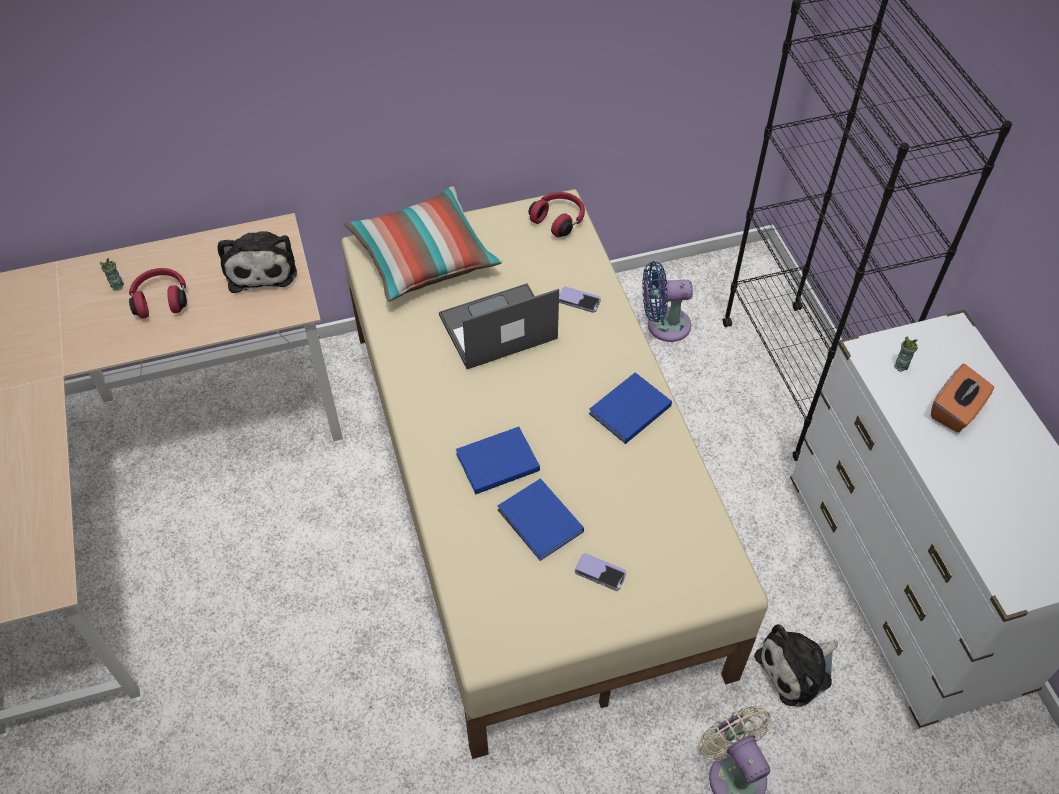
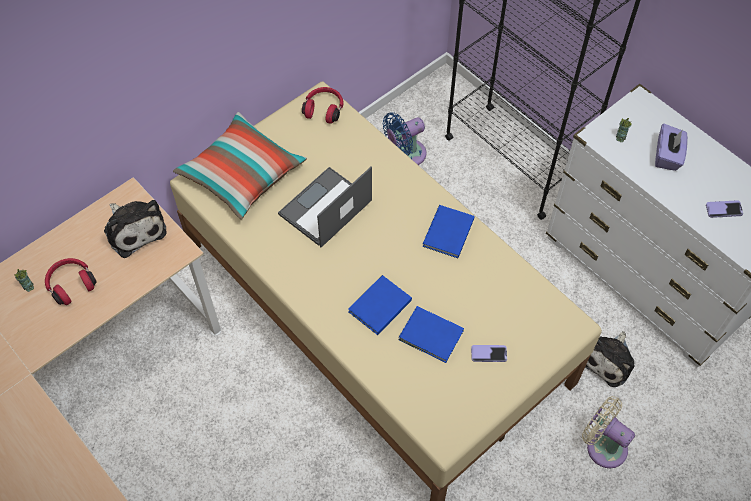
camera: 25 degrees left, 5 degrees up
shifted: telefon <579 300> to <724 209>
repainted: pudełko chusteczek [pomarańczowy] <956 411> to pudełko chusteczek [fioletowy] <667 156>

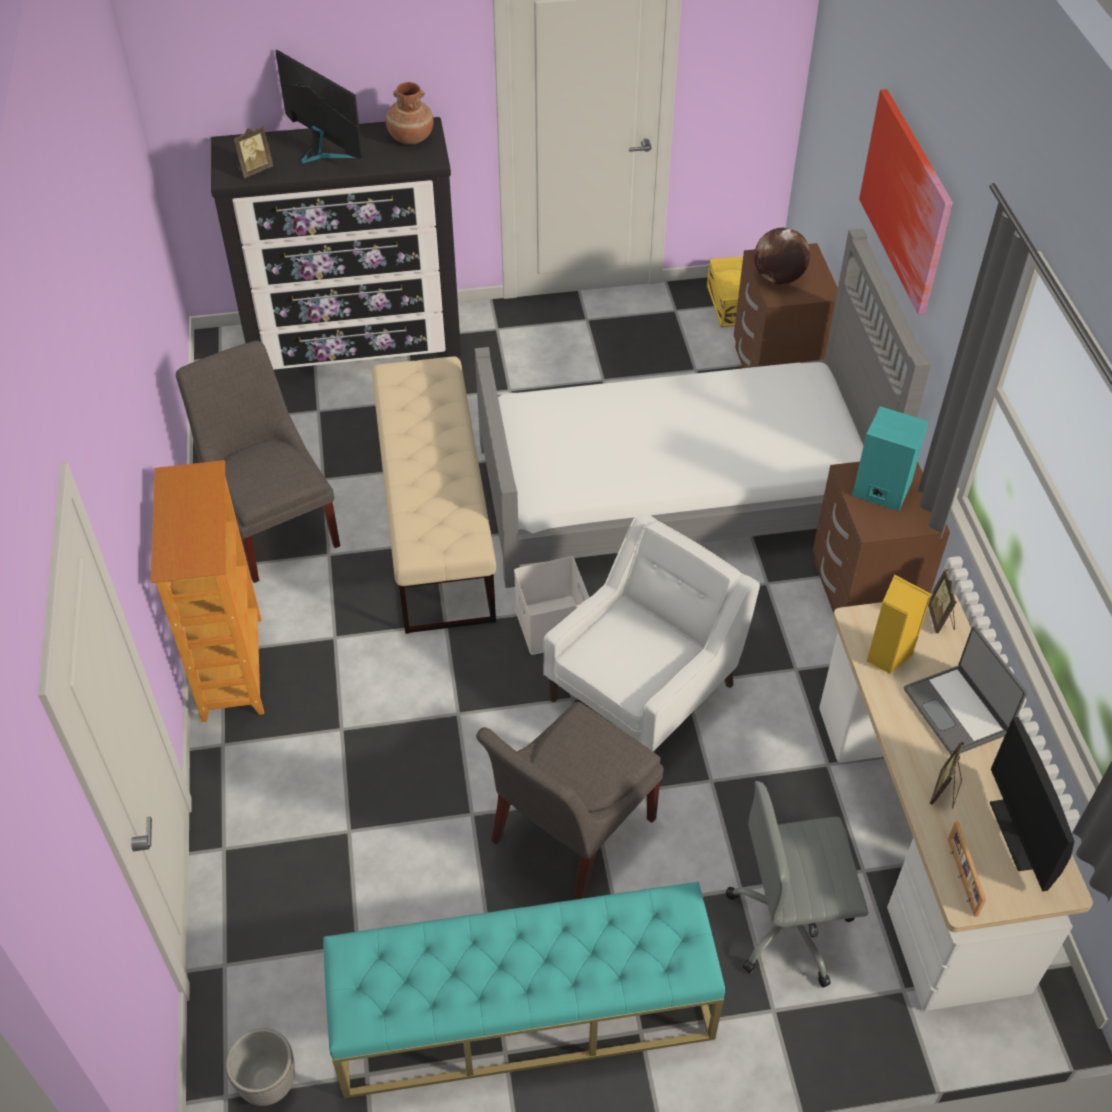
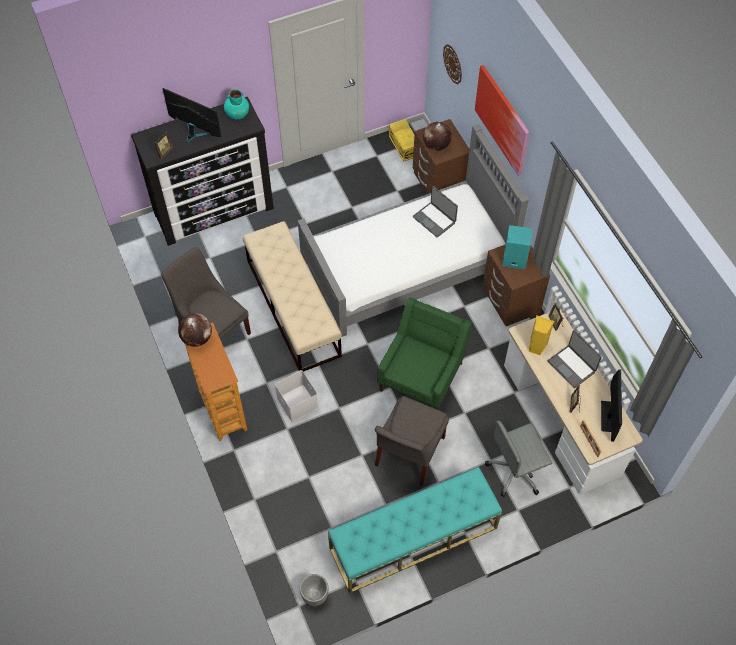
camera: 15 degrees left, 10 degrees up
new: zegar ścienny <453 64>; laptop <434 219>; globus <197 338>
shifted: pojemnik do przechowywania [biały] <550 624> to <296 403>
repainted: wazon [brązowy] <410 138> to wazon [turkusowy] <237 114>; fotel [biały] <644 690> to fotel [zielony] <422 375>
rotated: monitor <1020 833> = <608 416> 150 degrees counterclockwise

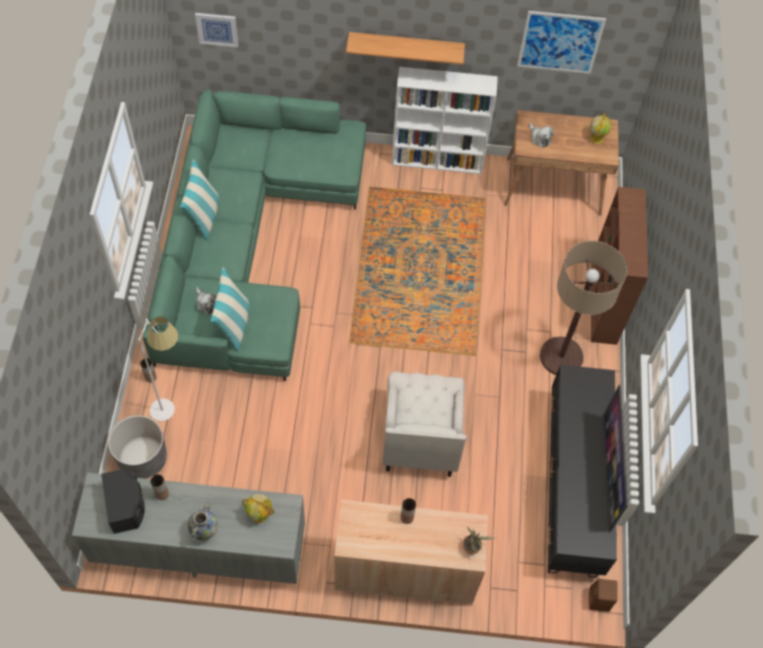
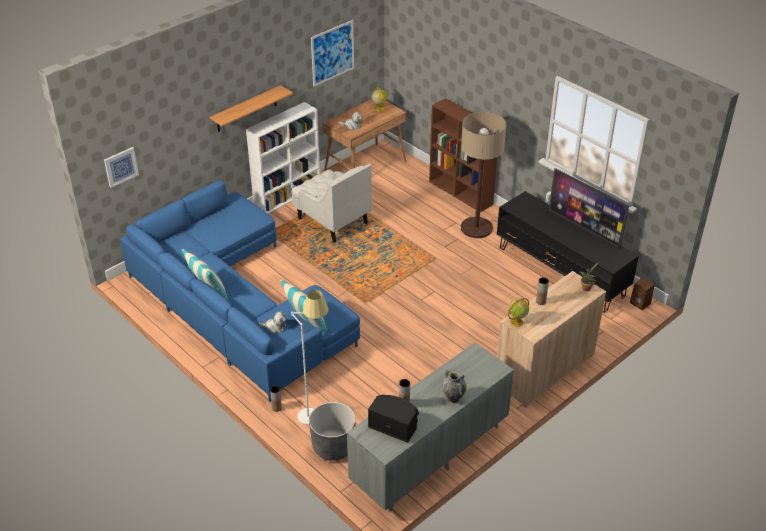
camera: 45 degrees left, 20 degrees down
shifted: fotel [biały] <420 436> to <332 221>; globus <260 515> to <517 321>
repainted: kanapa [zielony] <248 241> to kanapa [niebieski] <235 304>

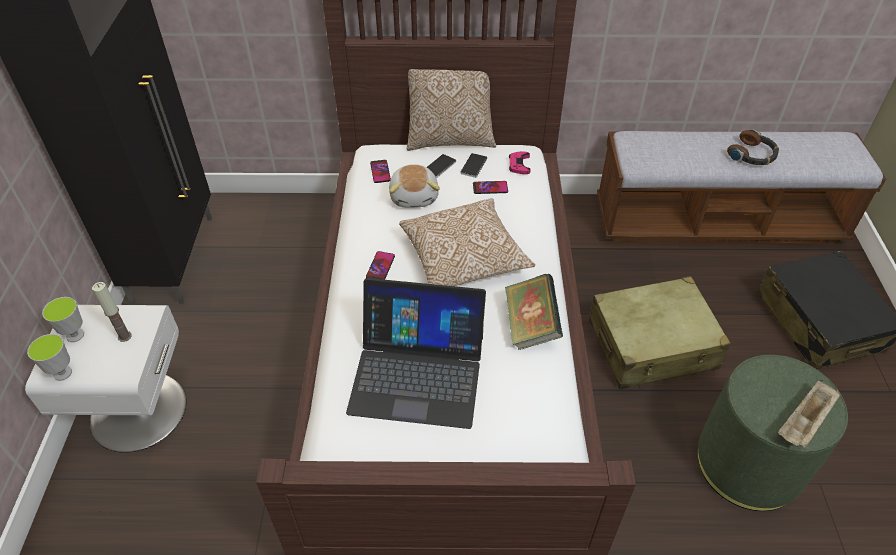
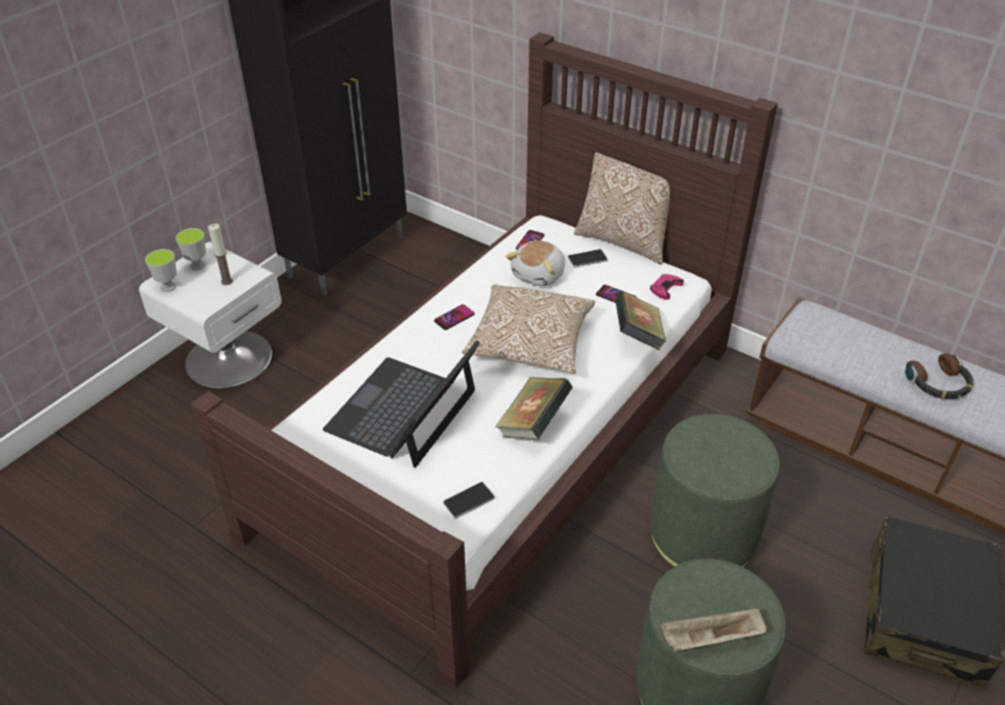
camera: 35 degrees right, 5 degrees down
new: książka <638 336>
shifted: telefon <473 166> to <469 501>
swapped: walizka [beżowy] <652 345> to pufa [zielony] <703 534>
rotated: laptop <417 373> = <403 411> 75 degrees clockwise

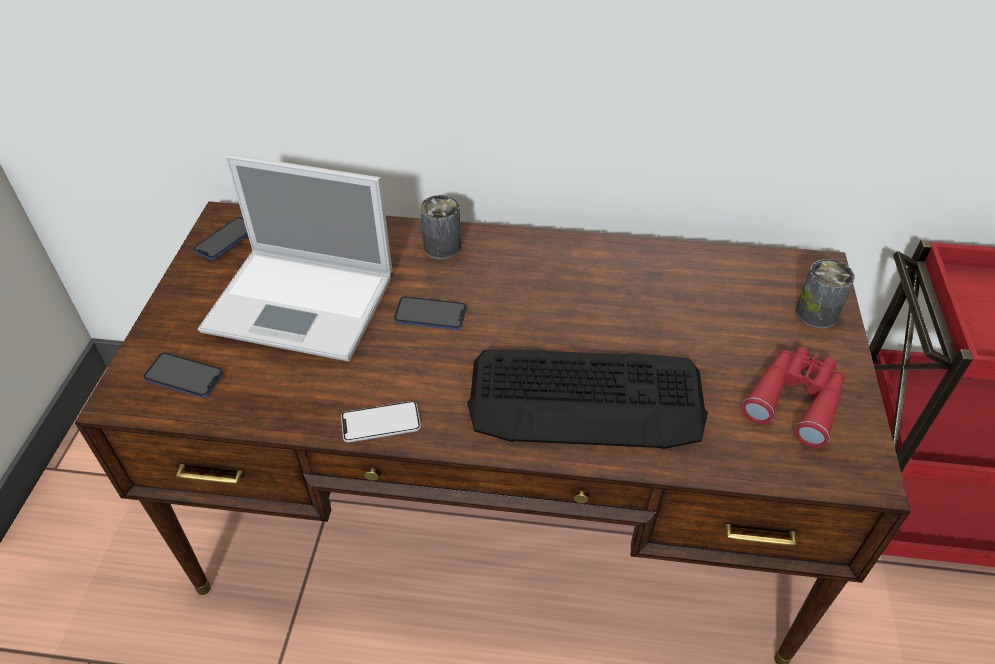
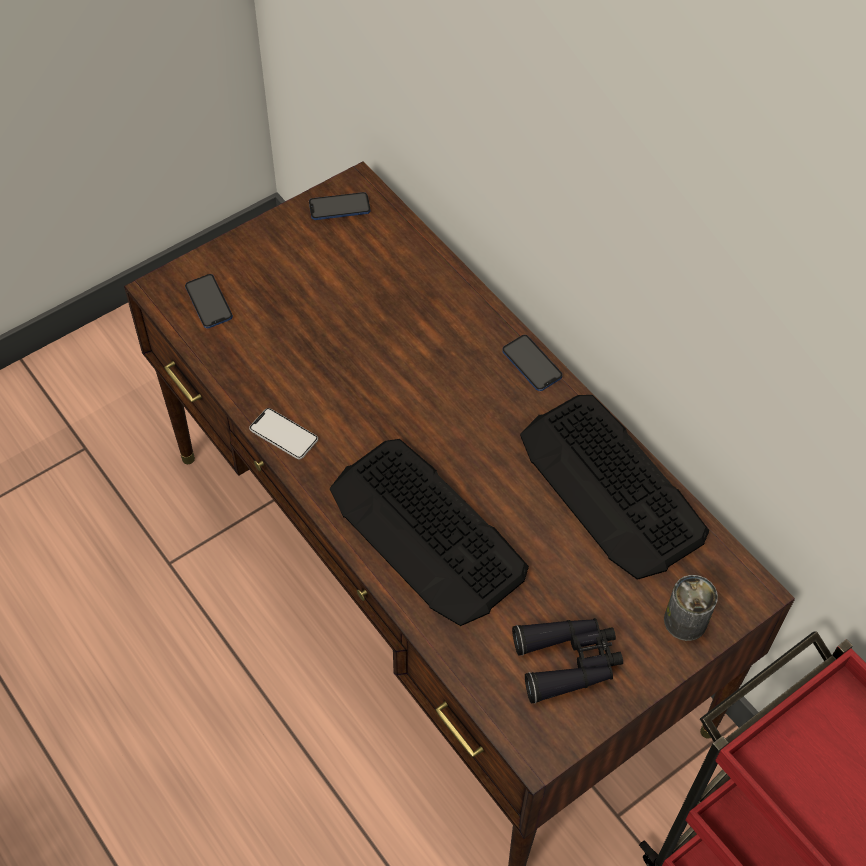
camera: 45 degrees right, 10 degrees up
gone: laptop <303 303>; puszka <442 247>
new: klawiatura <611 487>
shifted: telefon <430 314> to <531 364>
repainted: lornetka [czerwony] <795 400> to lornetka [czarny] <568 661>

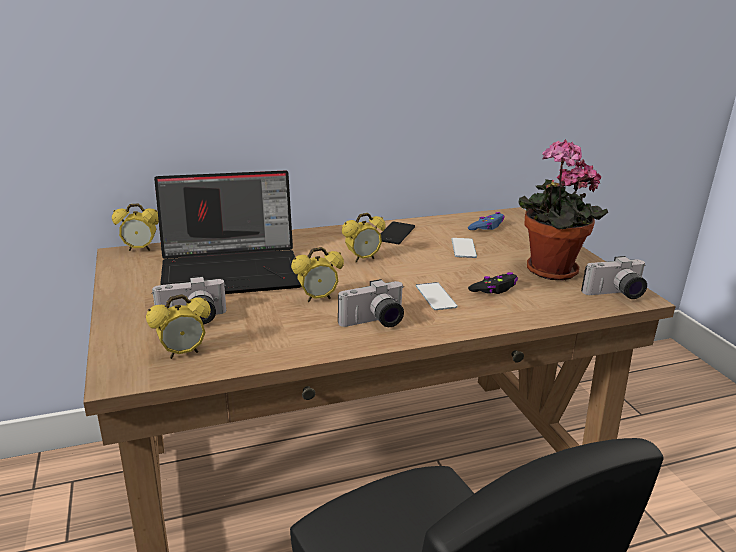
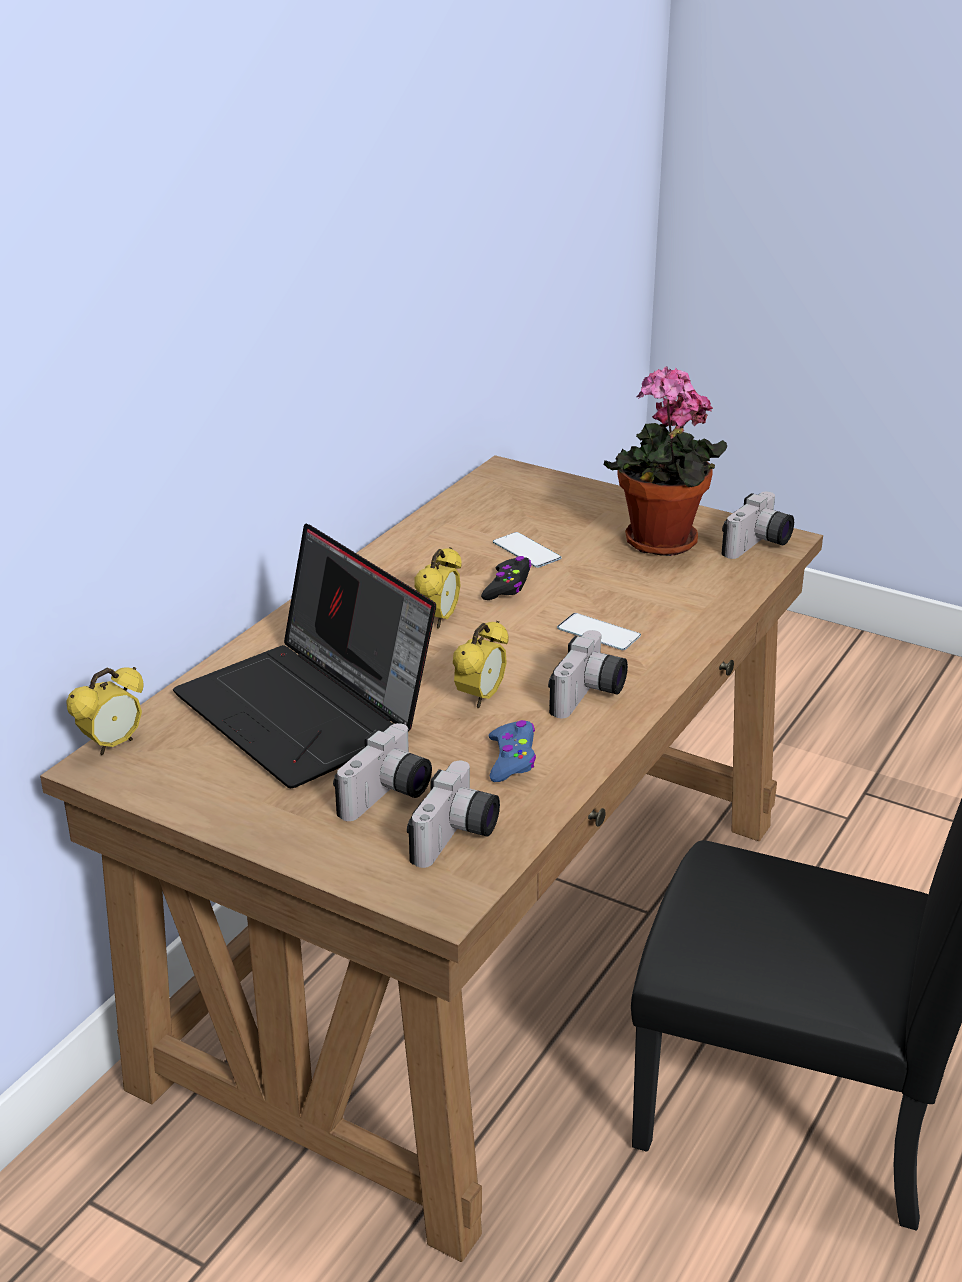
camera: 40 degrees left, 5 degrees up
gone: telefon <395 233>
shifted: pad do gier [niebieski] <486 227> to <512 759>; pad do gier [czarny] <494 289> to <507 586>
swapped: budzik <183 353> to aparat fotograficzny <457 838>
rotated: laptop <233 270> = <308 712> 105 degrees clockwise

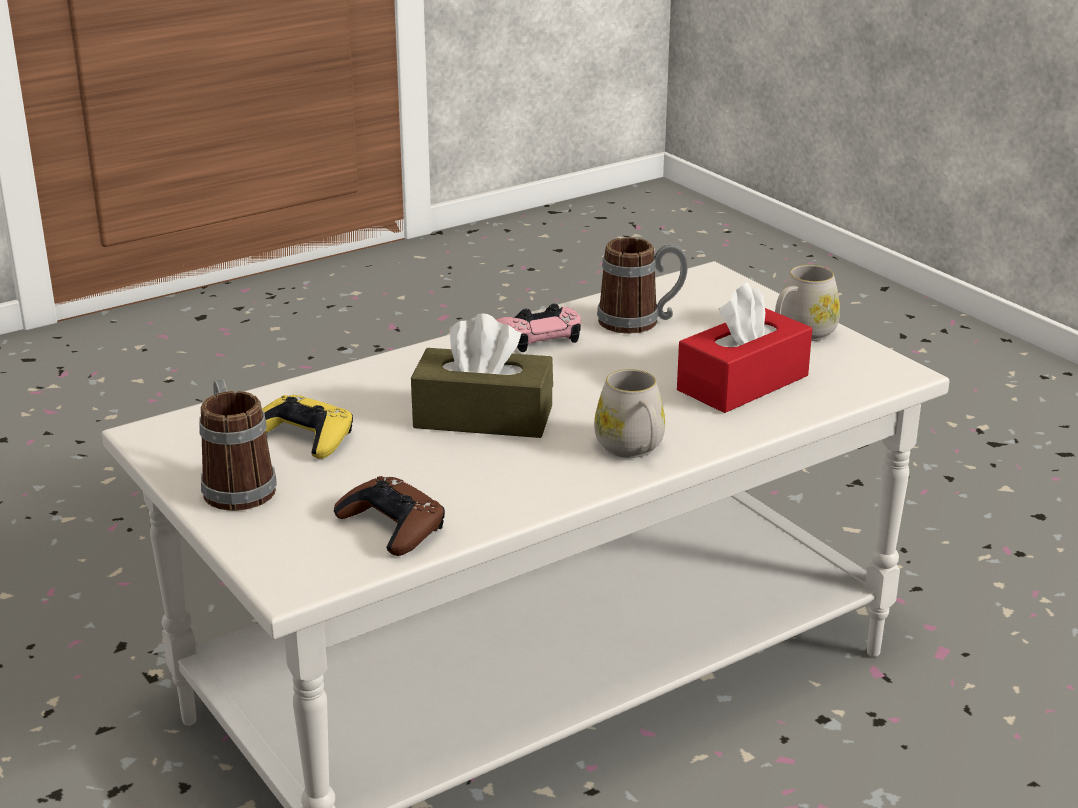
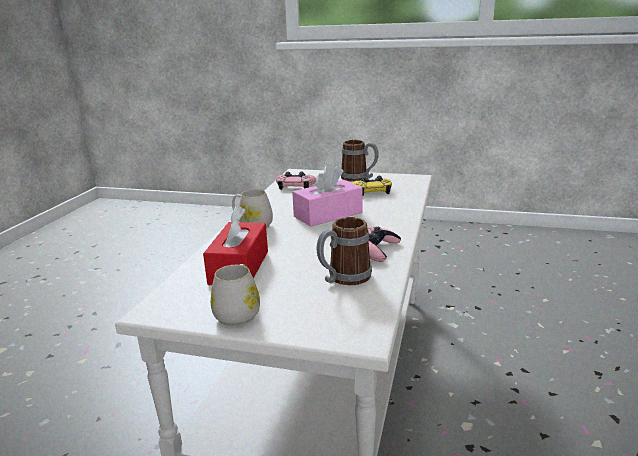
camera: 140 degrees right, 5 degrees down
repainted: pudełko chusteczek [brązowy] <483 417> to pudełko chusteczek [różowy] <328 214>; pad do gier [brązowy] <392 526> to pad do gier [różowy] <295 186>

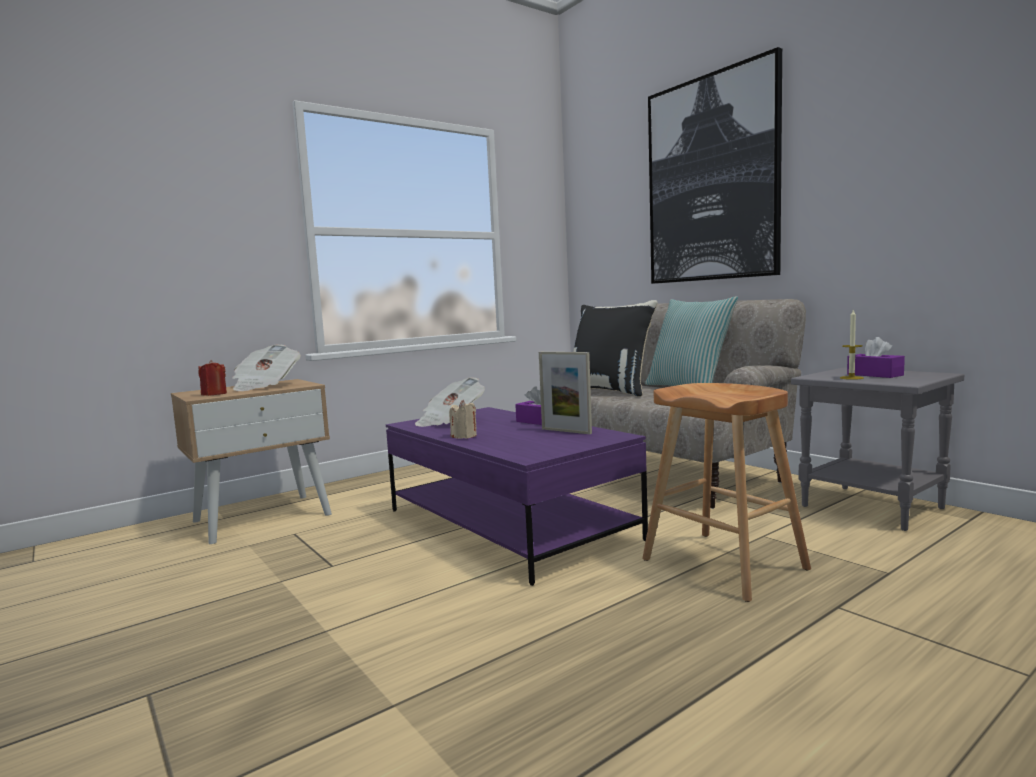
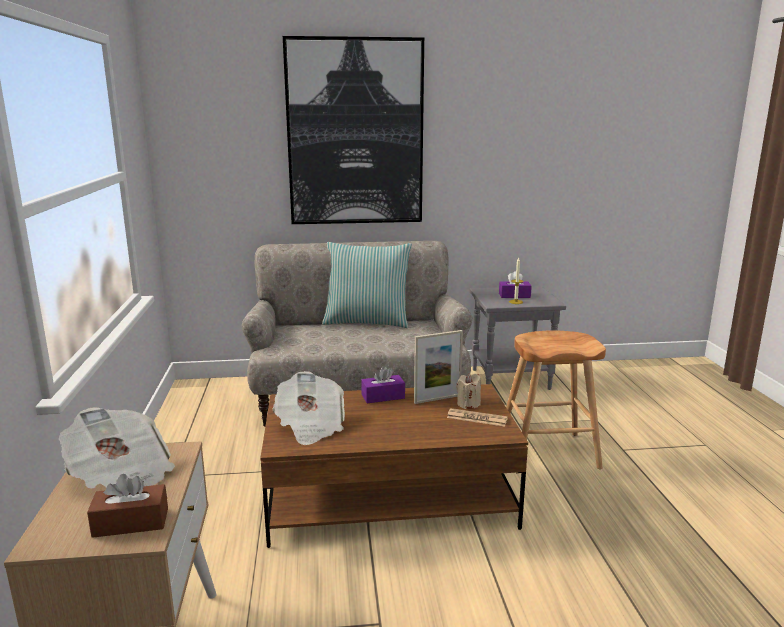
camera: 60 degrees left, 10 degrees up
gone: poduszka [czarny] <610 391>
new: gazeta <477 418>
shifted: świeca [beżowy] <464 436> to <468 404>
swapped: świeca [czerwony] <214 394> to pudełko chusteczek [brązowy] <131 522>
repainted: ława [fioletowy] <509 524> to ława [brązowy] <389 498>

